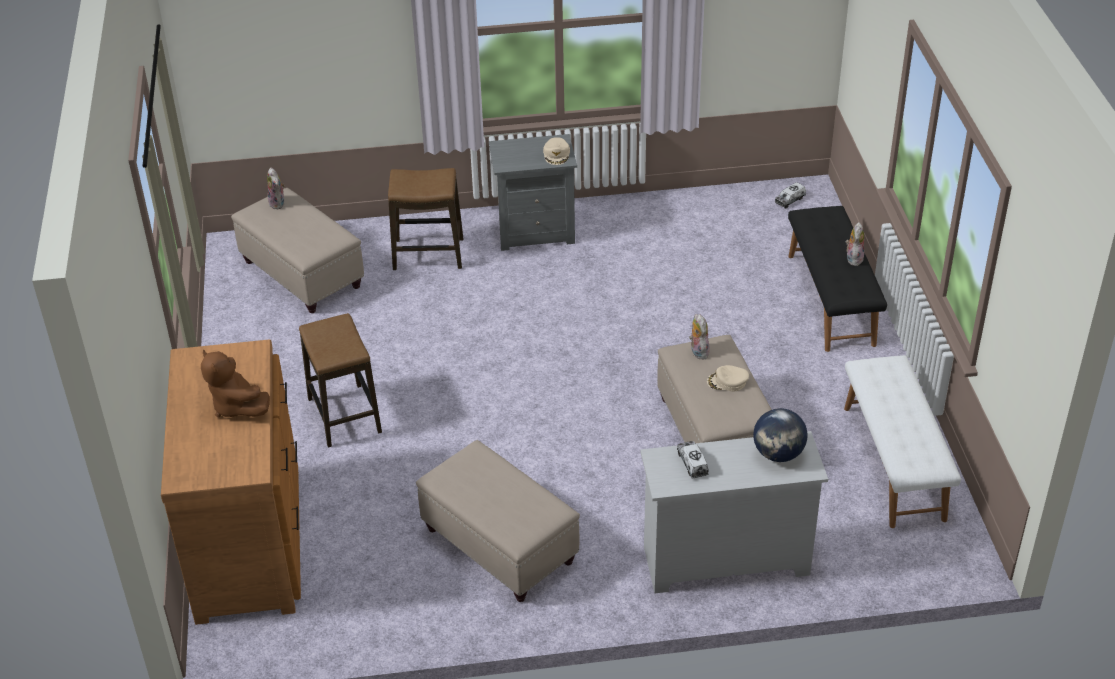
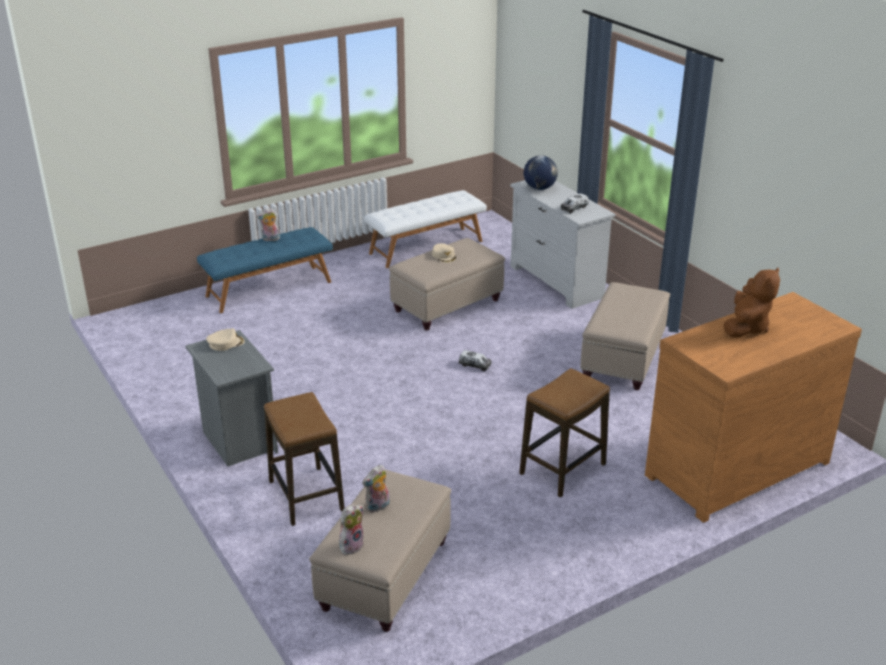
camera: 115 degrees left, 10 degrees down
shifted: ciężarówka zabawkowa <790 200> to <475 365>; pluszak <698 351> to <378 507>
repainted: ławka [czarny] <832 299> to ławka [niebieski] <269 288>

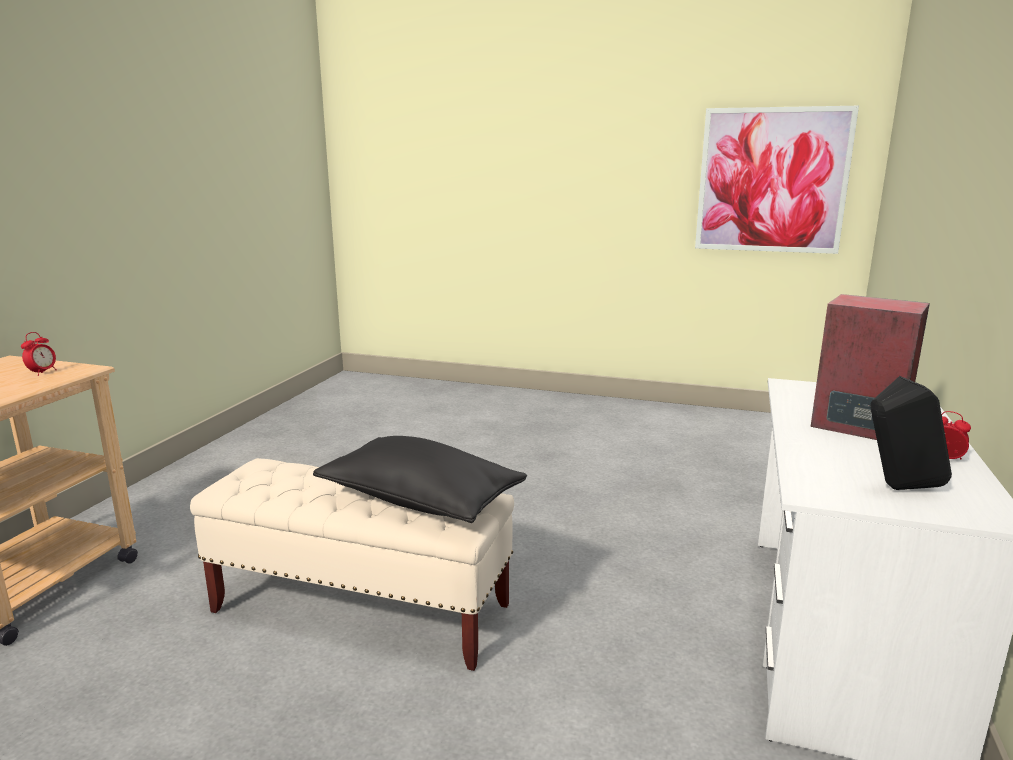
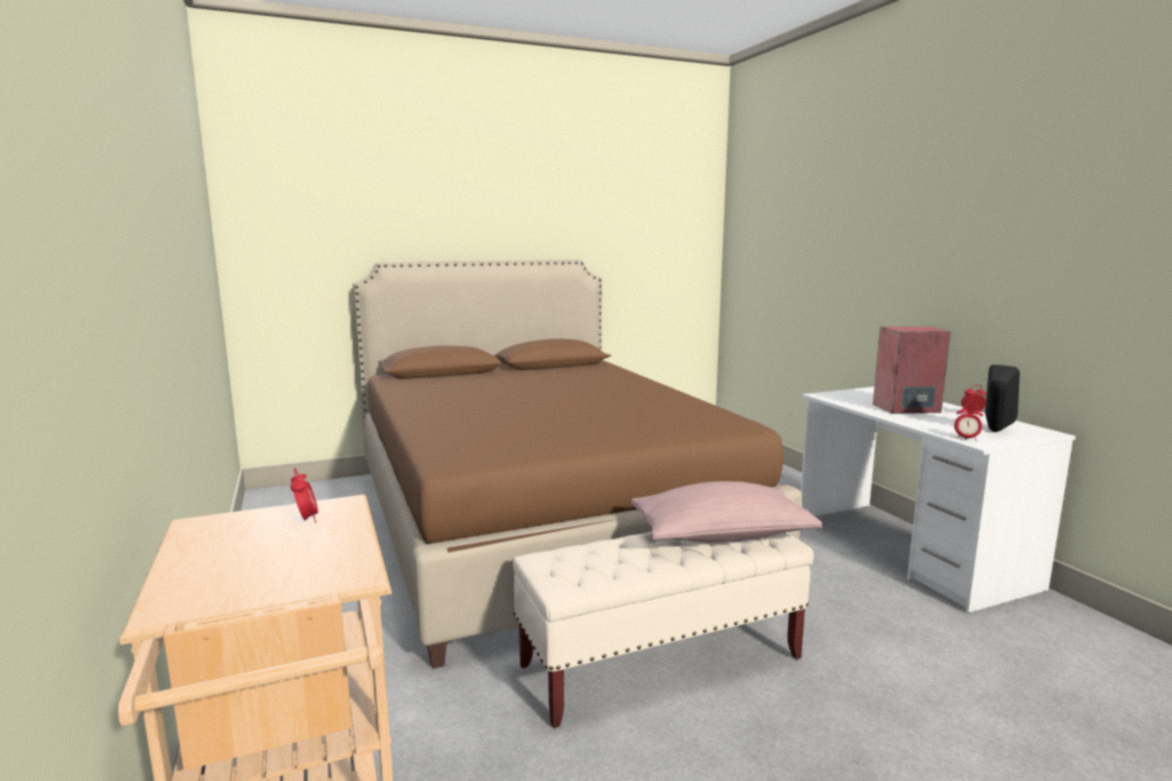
camera: 40 degrees left, 5 degrees down
gone: obraz <772 181>
new: łóżko [brązowy] <540 521>; budzik <966 439>
repainted: poduszka [czarny] <420 501> to poduszka [różowy] <721 536>

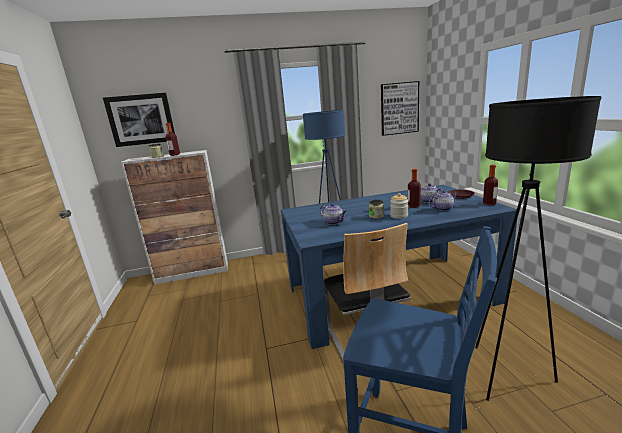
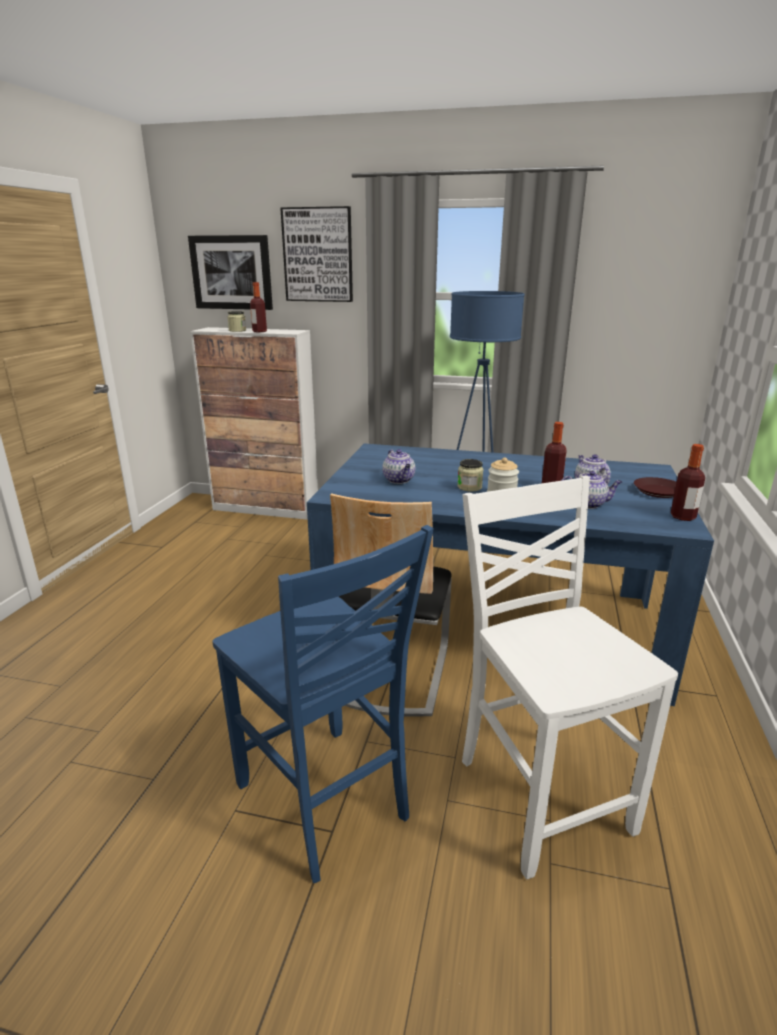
camera: 25 degrees right, 5 degrees up
shifted: obraz <399 108> to <318 255>
swapped: lampa stojąca [czarny] <507 375> to krzesło [biały] <540 793>

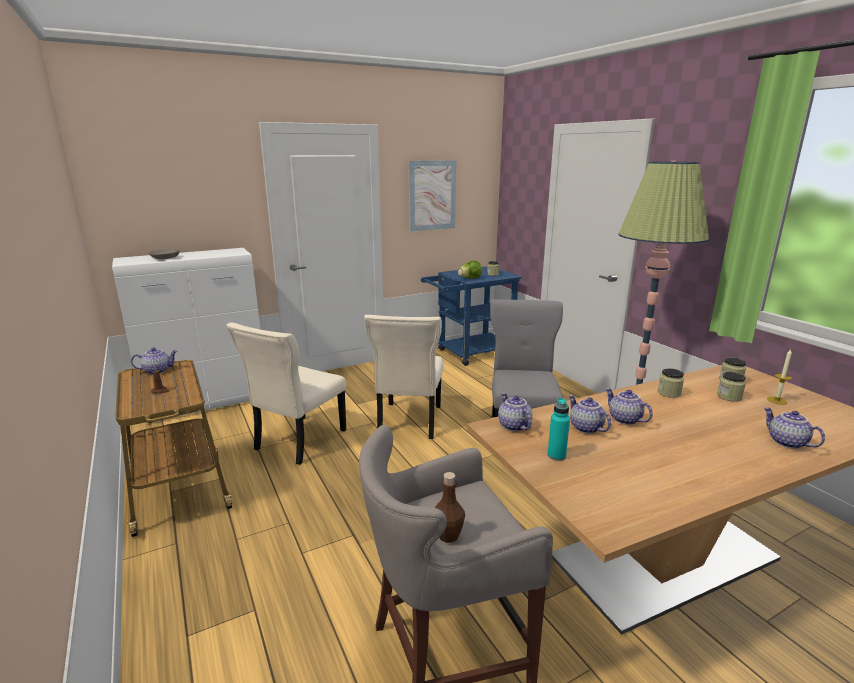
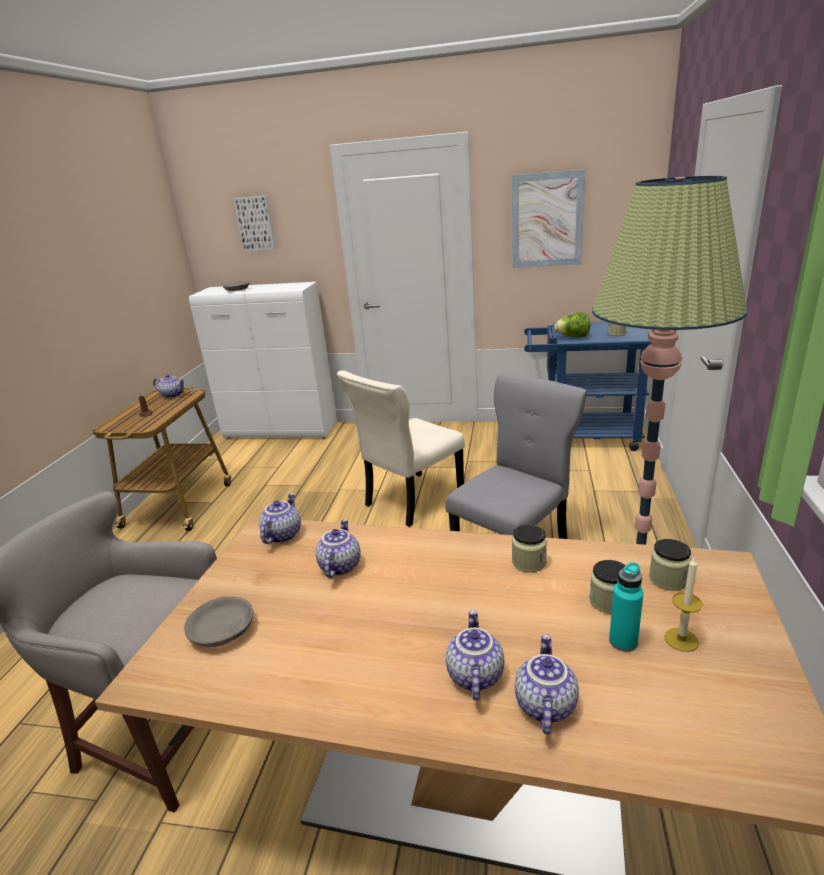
camera: 40 degrees right, 5 degrees up
gone: krzesło [beżowy] <298 441>; butelka [brązowy] <448 535>
new: obraz <256 223>; miska [szary] <223 630>
shifted: imbryk <624 419> to <473 675>; butelka [turkusowy] <556 455> to <623 641>

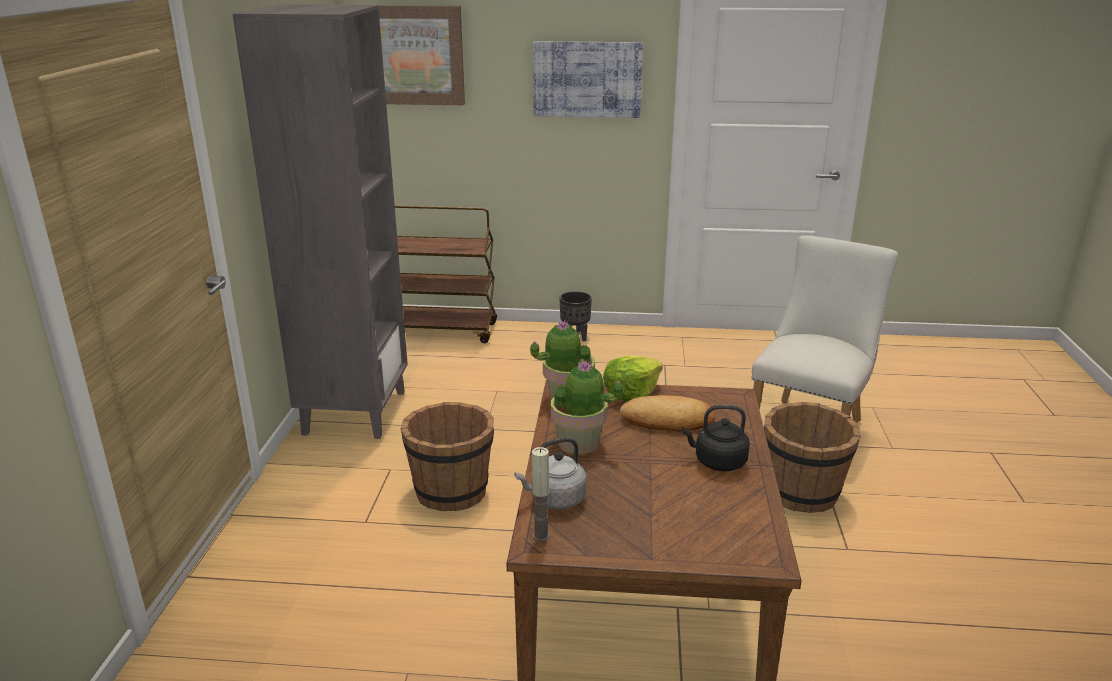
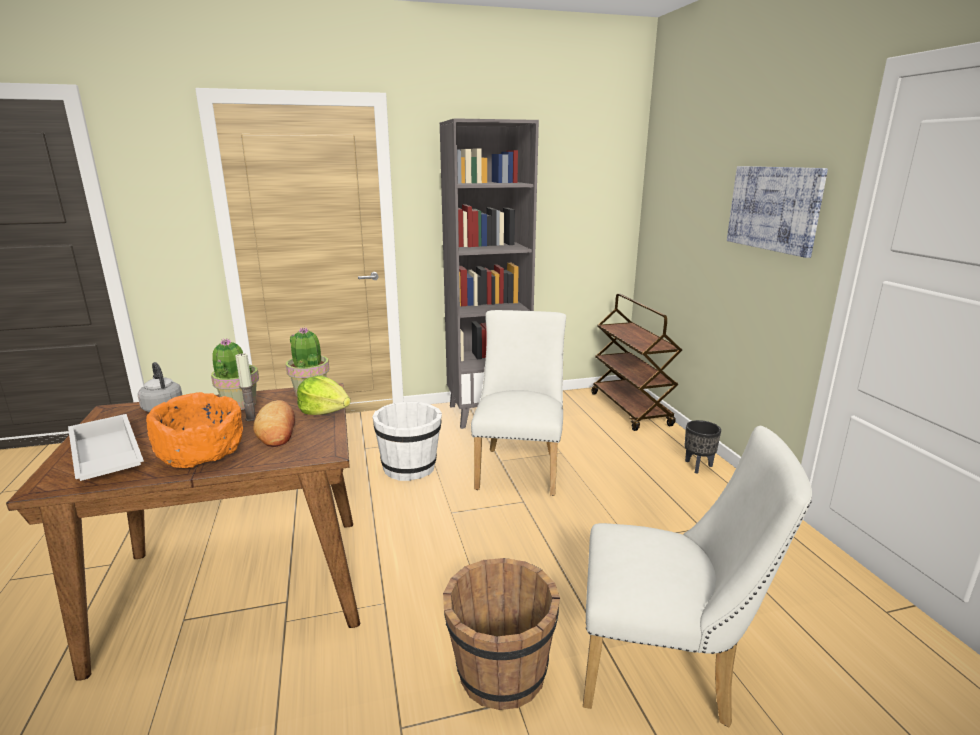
camera: 70 degrees right, 5 degrees down
gone: obraz <416 55>
new: krzesło [biały] <519 467>; taca [biały] <105 458>
shifted: świeca <541 536> to <251 418>
swapped: czajnik [czarny] <717 462> to miska [pomarańczowy] <202 454>
repainted: wiadro [brązowy] <451 491> to wiadro [biały] <410 467>

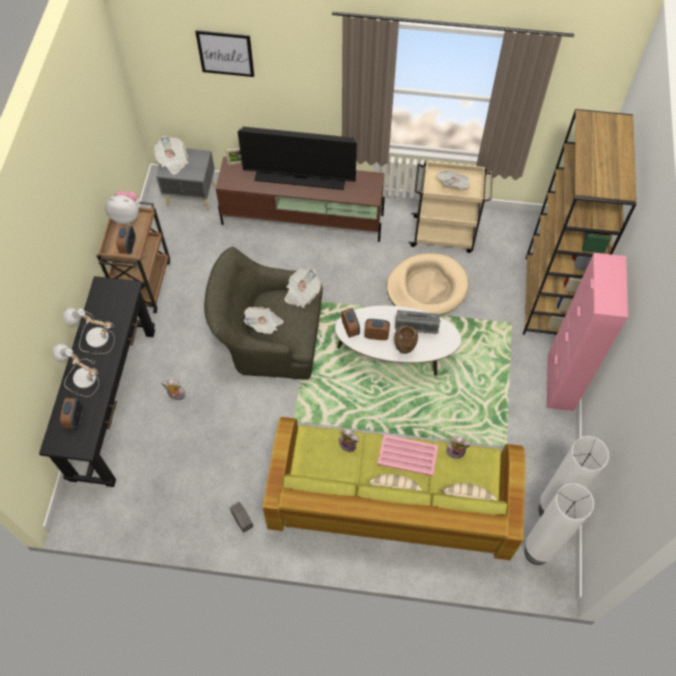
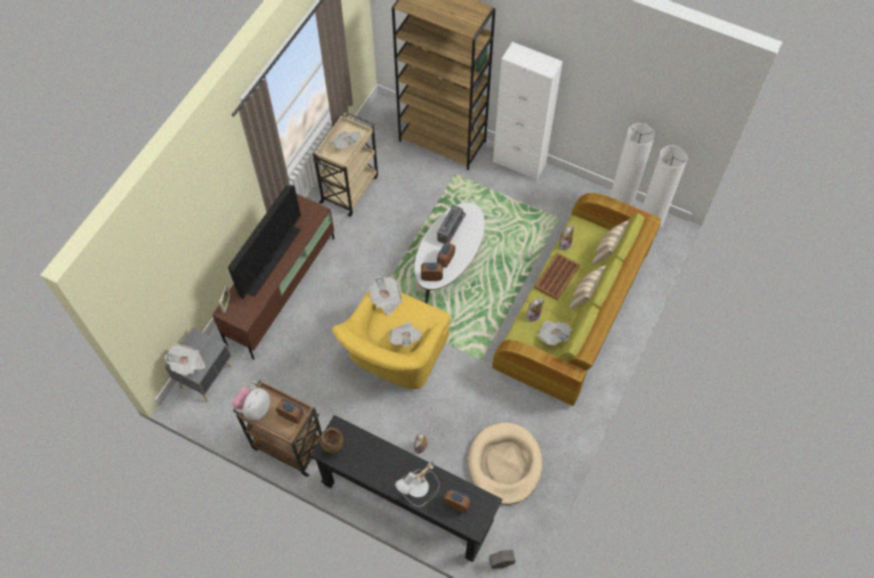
camera: 70 degrees left, 0 degrees up
gone: obraz <225 53>; lampa stołowa <95 339>
new: gazeta <553 335>
shifted: legowisko [beżowy] <426 287> to <505 464>; wazon [brązowy] <404 350> to <333 449>; donica [szary] <243 521> to <501 562>
repainted: fotel [zielony] <268 338> to fotel [żółty] <394 355>; szafka [różowy] <560 382> to szafka [biały] <519 163>; taca [różowy] <408 455> to taca [brązowy] <557 276>

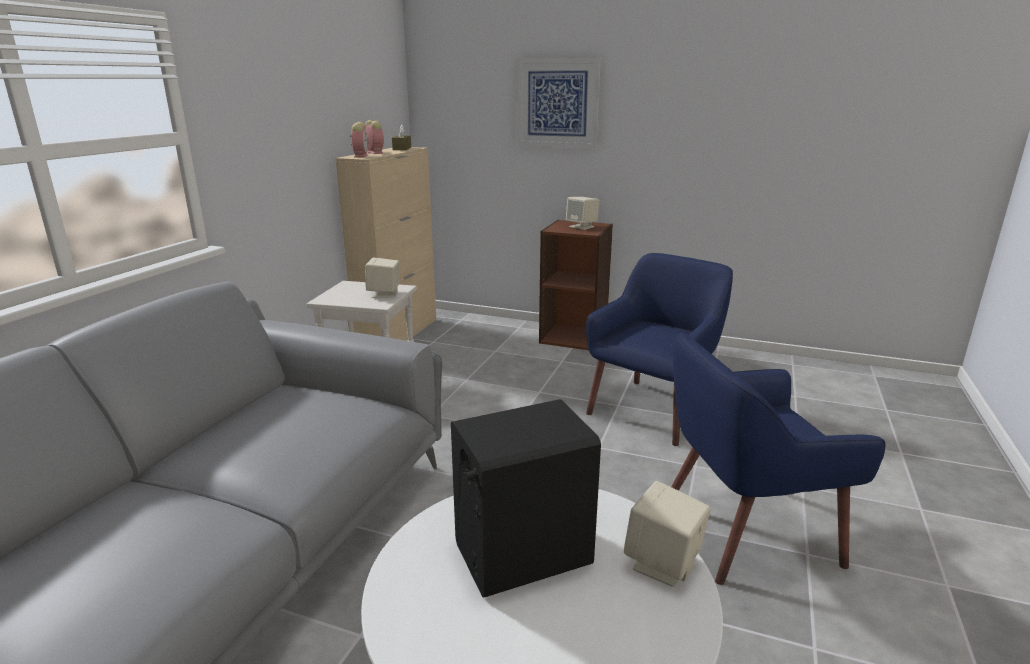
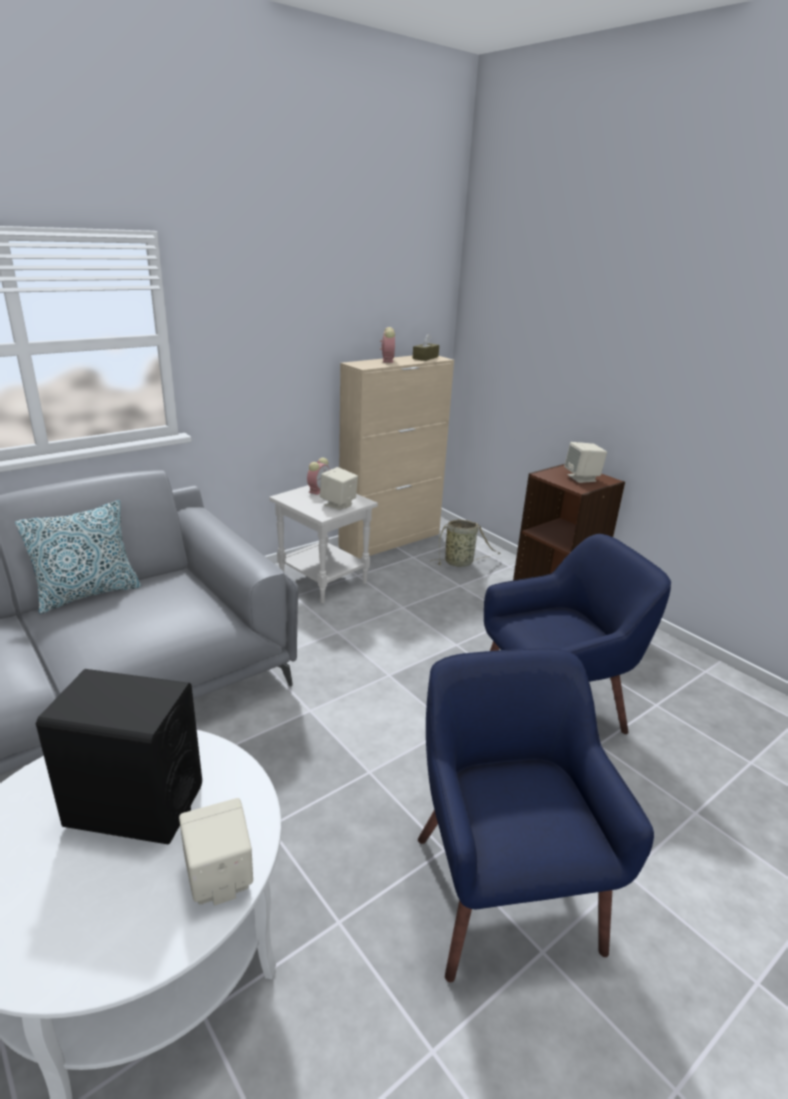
camera: 30 degrees right, 5 degrees up
gone: obraz <557 103>
new: poduszka <88 594>; koszyk <460 563>
shifted: budzik <360 156> to <318 490>
rotated: fotel [niebieski] <745 531> = <502 889> 60 degrees clockwise

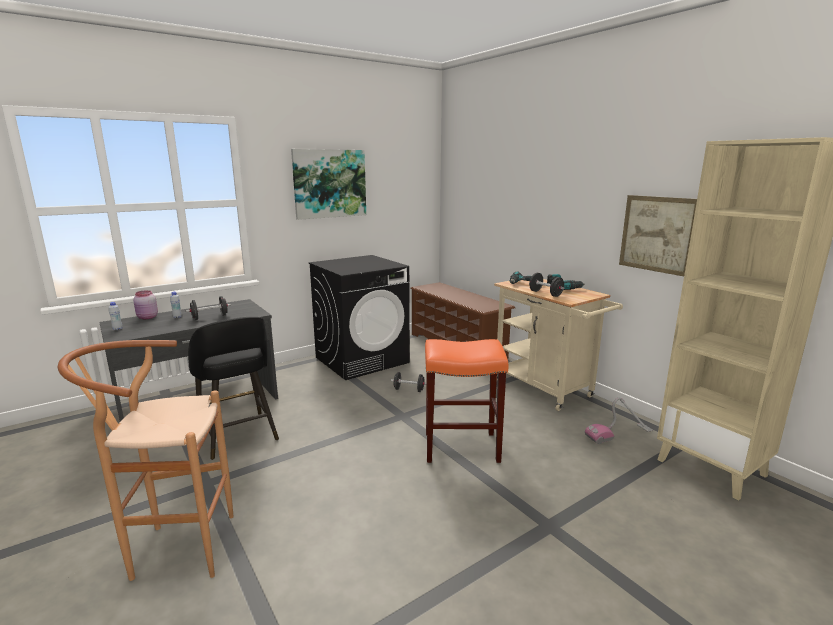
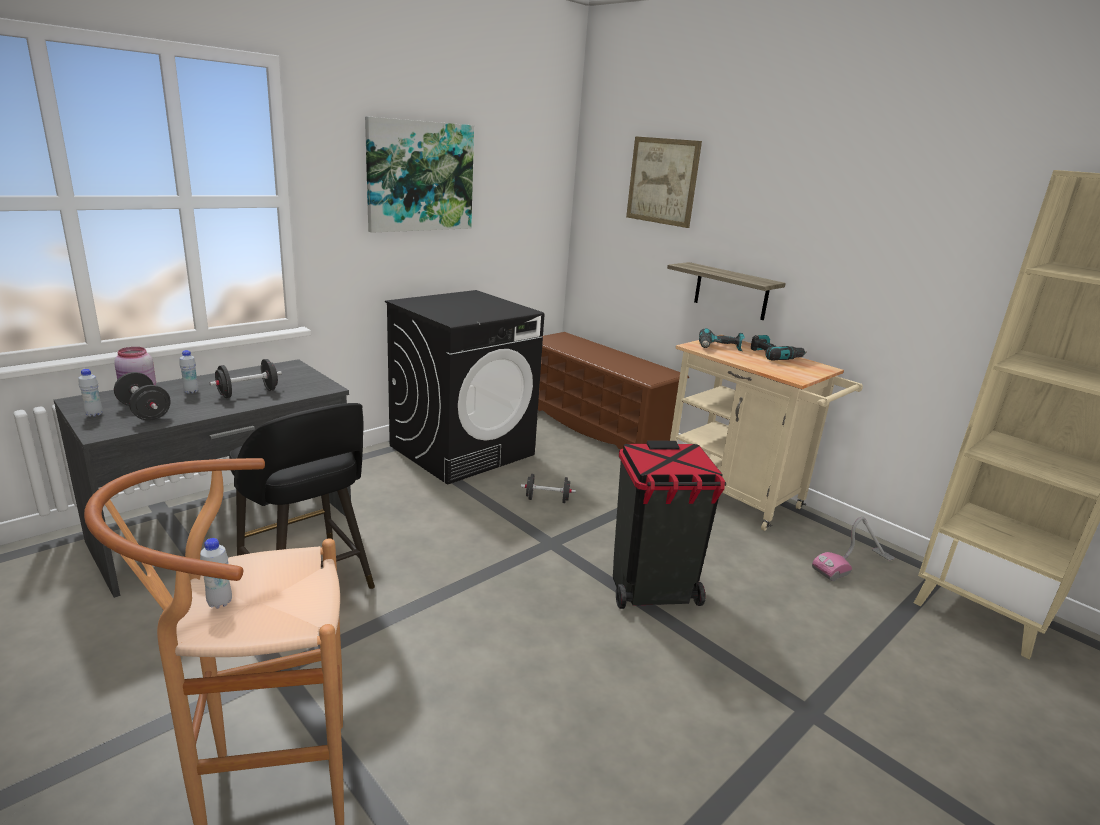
camera: 10 degrees left, 5 degrees up
new: półka <731 291>; butelka [biały] <220 603>
shifted: obraz <657 234> to <662 181>; hantel [czarny] <545 293> to <144 412>
swapped: stołek [pomarańczowy] <462 446> to kosz na śmieci [czarny] <652 591>

